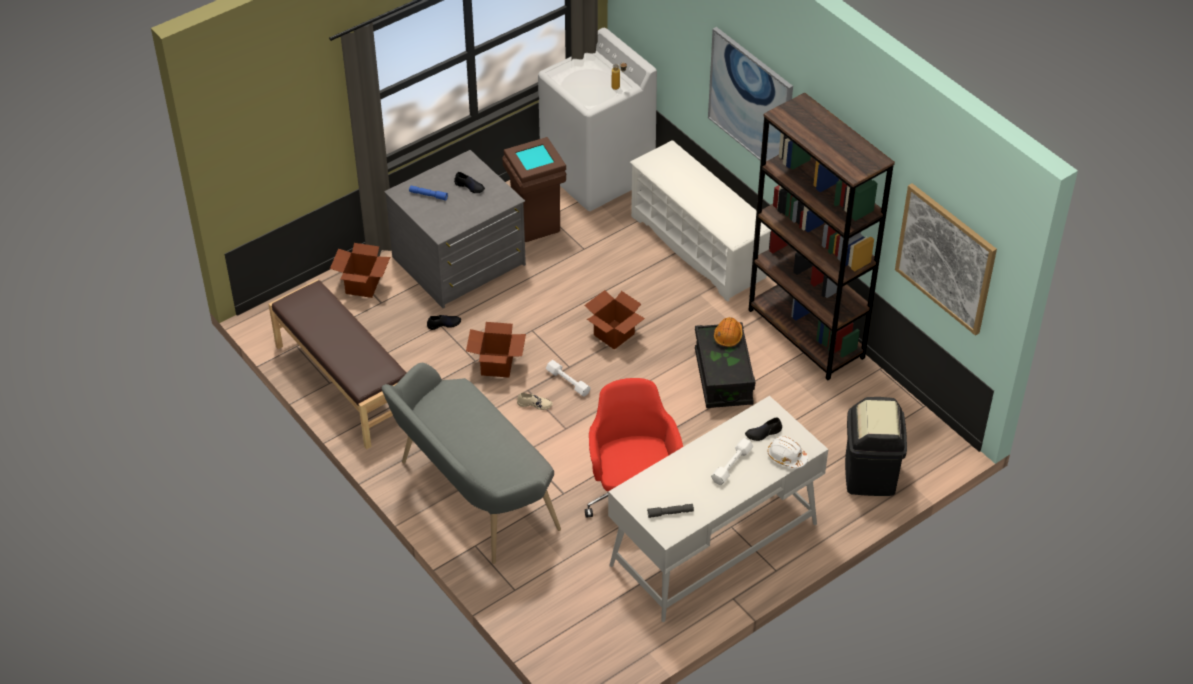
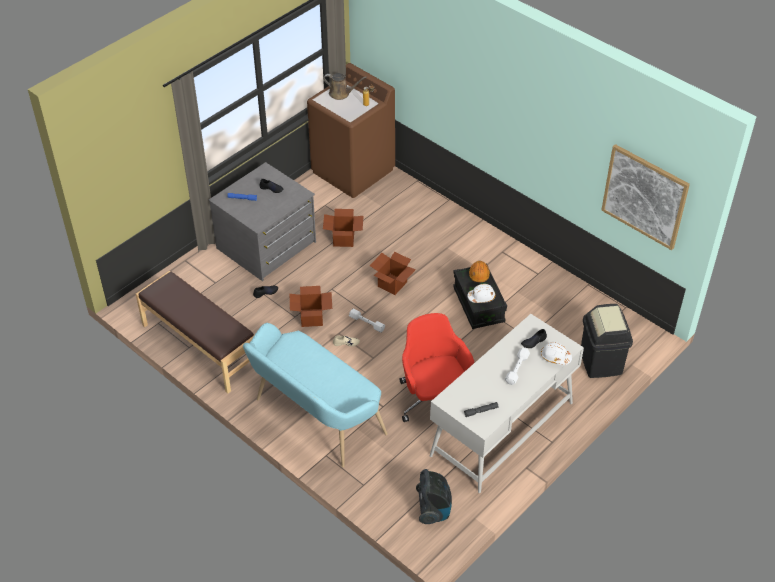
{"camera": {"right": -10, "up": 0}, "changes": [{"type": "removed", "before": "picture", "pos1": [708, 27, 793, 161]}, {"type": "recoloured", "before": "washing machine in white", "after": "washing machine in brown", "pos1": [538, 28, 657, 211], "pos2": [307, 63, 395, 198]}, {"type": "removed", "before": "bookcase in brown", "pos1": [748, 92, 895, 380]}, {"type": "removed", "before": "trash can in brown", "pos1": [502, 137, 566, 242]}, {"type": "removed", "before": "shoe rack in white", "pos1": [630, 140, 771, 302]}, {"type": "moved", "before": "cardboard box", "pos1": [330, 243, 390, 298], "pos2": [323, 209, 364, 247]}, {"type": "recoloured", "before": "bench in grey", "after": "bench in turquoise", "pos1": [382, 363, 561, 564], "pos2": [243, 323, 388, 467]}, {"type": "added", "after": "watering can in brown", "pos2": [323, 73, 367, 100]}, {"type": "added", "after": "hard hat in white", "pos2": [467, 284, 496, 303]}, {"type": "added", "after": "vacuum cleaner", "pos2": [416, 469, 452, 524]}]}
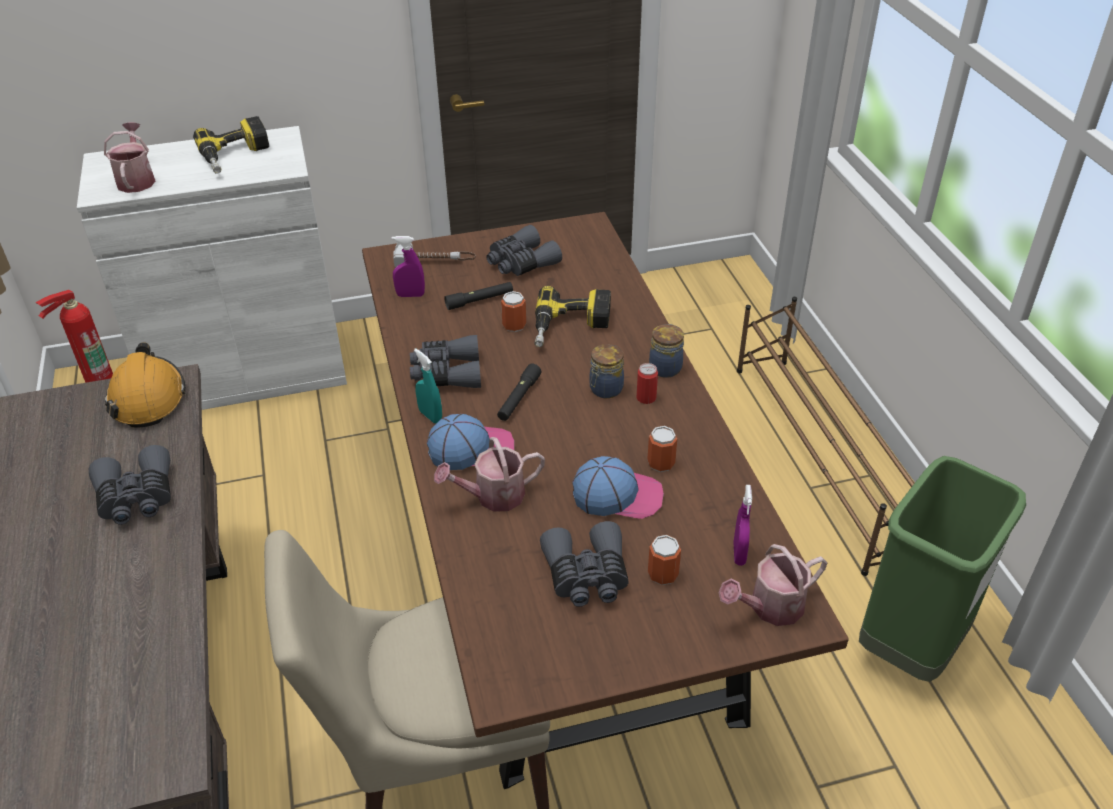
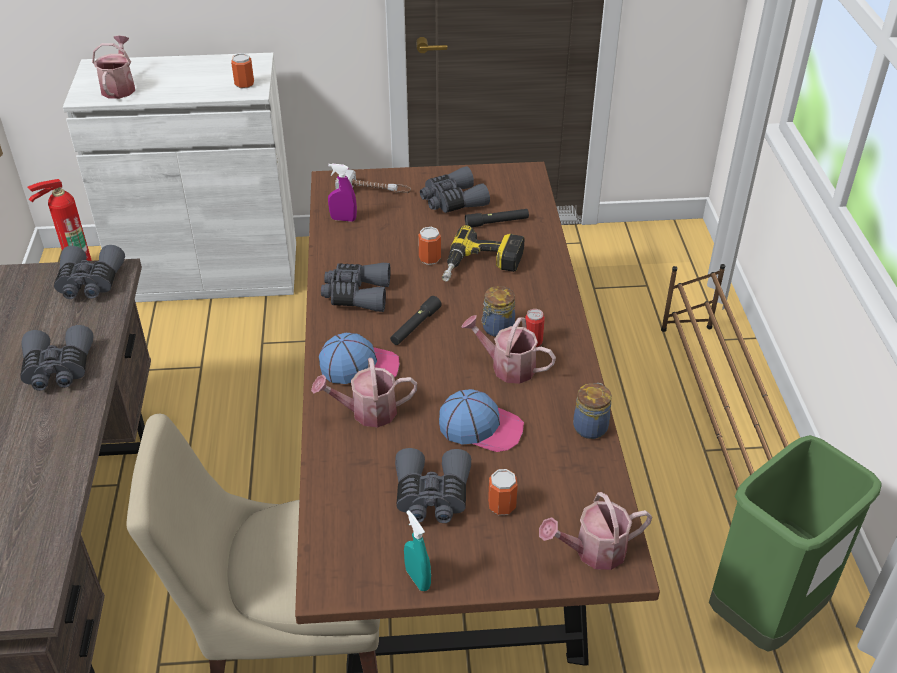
{"camera": {"right": 10, "up": 0}, "changes": [{"type": "removed", "before": "power drill", "pos1": [193, 116, 269, 174]}, {"type": "moved", "before": "flashlight in black", "pos1": [444, 282, 513, 310], "pos2": [465, 209, 529, 227]}, {"type": "moved", "before": "jar", "pos1": [649, 324, 684, 378], "pos2": [573, 383, 612, 439]}, {"type": "replaced", "before": "hard hat in orange", "after": "binoculars in grey", "pos1": [105, 342, 186, 428], "pos2": [54, 245, 125, 299]}, {"type": "moved", "before": "spray bottle in turquoise", "pos1": [414, 348, 442, 423], "pos2": [404, 510, 431, 591]}, {"type": "moved", "before": "can", "pos1": [647, 426, 677, 472], "pos2": [231, 53, 254, 89]}, {"type": "removed", "before": "spray bottle in purple", "pos1": [733, 485, 752, 566]}, {"type": "added", "after": "watering can", "pos2": [461, 315, 556, 384]}]}
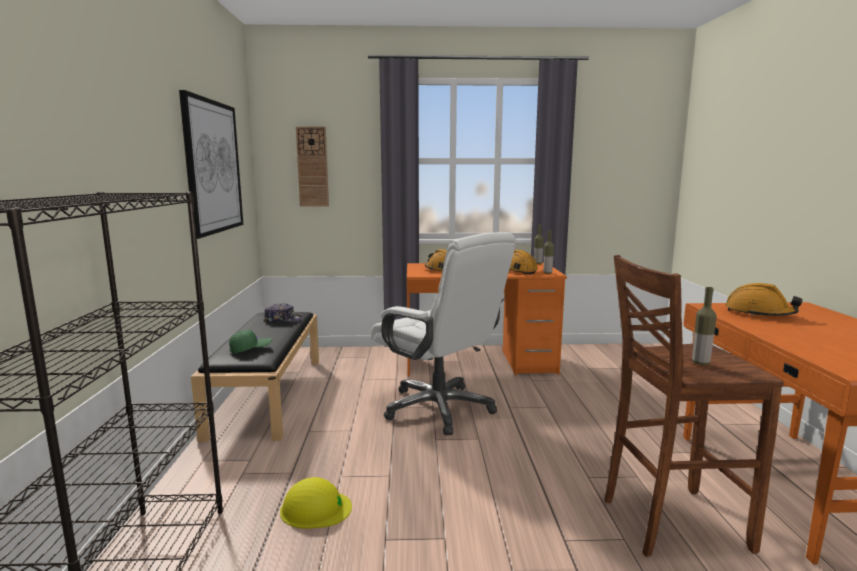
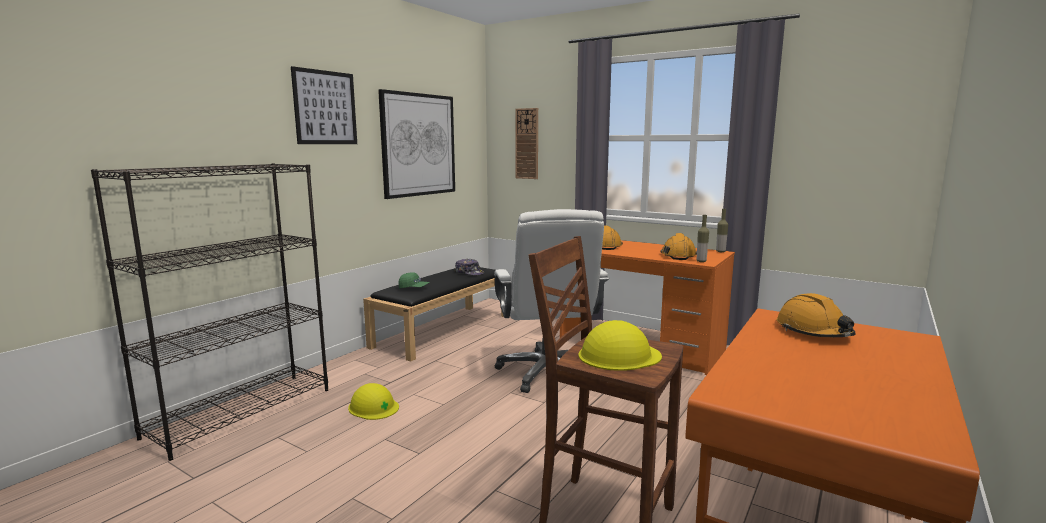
{"camera": {"right": 35, "up": 0}, "changes": [{"type": "replaced", "before": "bottle", "after": "hard hat in yellow", "pos1": [692, 287, 717, 365], "pos2": [578, 320, 662, 371]}, {"type": "added", "after": "picture", "pos2": [291, 66, 357, 144]}]}
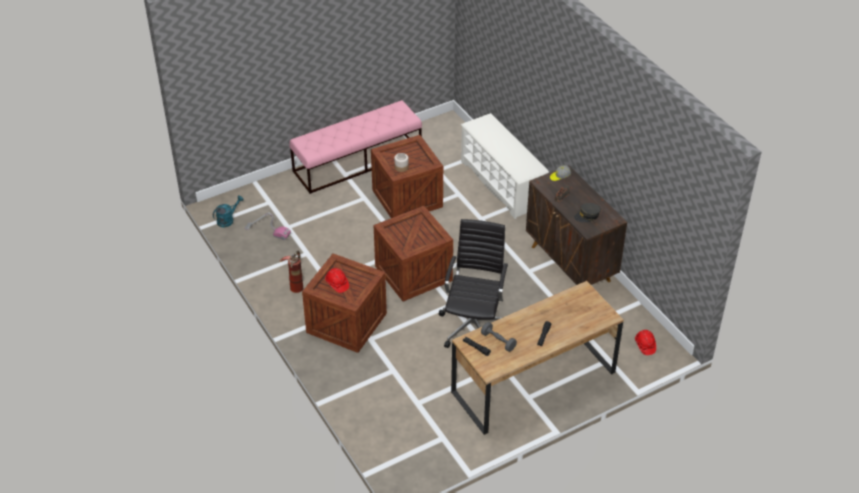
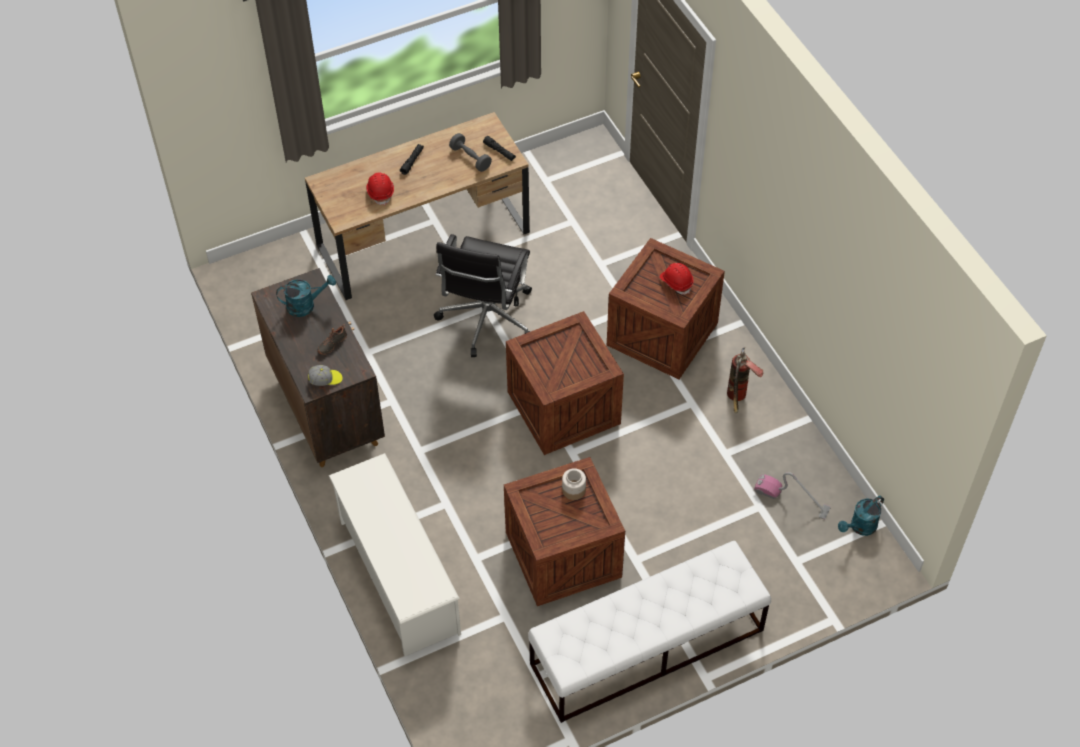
{"camera": {"right": -175, "up": 10}, "changes": [{"type": "recoloured", "before": "bench in pink", "after": "bench in white", "pos1": [289, 100, 422, 194], "pos2": [528, 541, 771, 723]}, {"type": "replaced", "before": "cap in grey", "after": "watering can in turquoise", "pos1": [574, 203, 601, 222], "pos2": [276, 275, 336, 317]}, {"type": "moved", "before": "hard hat in red", "pos1": [635, 330, 656, 355], "pos2": [366, 172, 394, 205]}]}
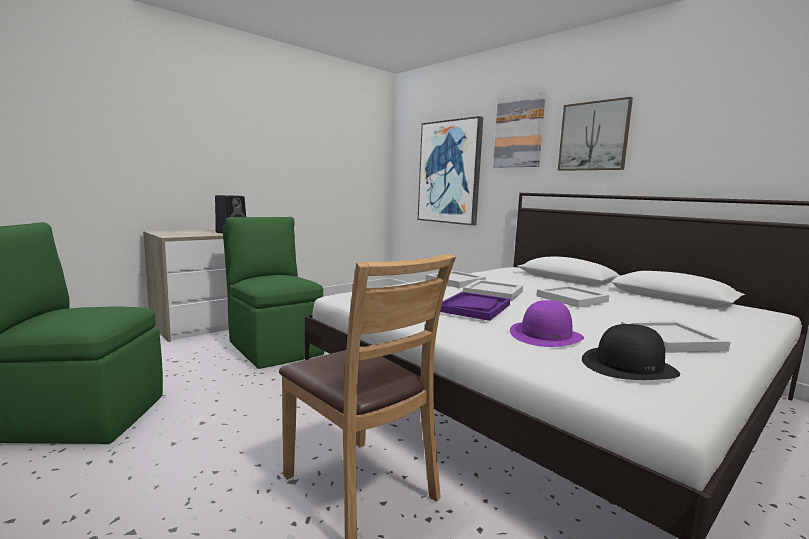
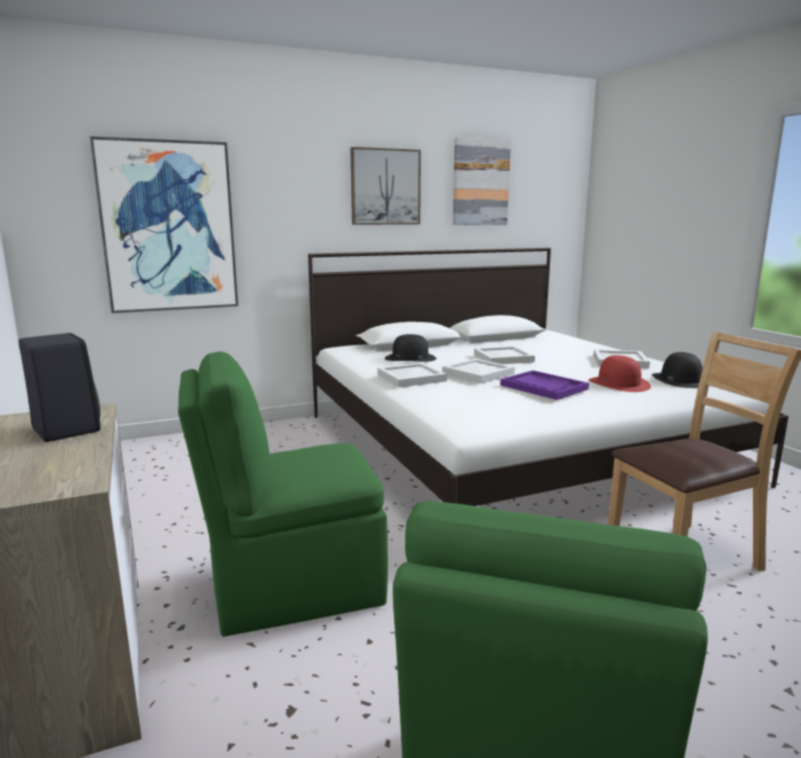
{"camera": {"right": -70, "up": 5}, "changes": [{"type": "moved", "before": "picture", "pos1": [493, 91, 546, 168], "pos2": [453, 138, 511, 225]}, {"type": "recoloured", "before": "hat in purple", "after": "hat in red", "pos1": [510, 300, 584, 347], "pos2": [589, 355, 651, 392]}, {"type": "added", "after": "hat in black", "pos2": [385, 334, 436, 362]}]}
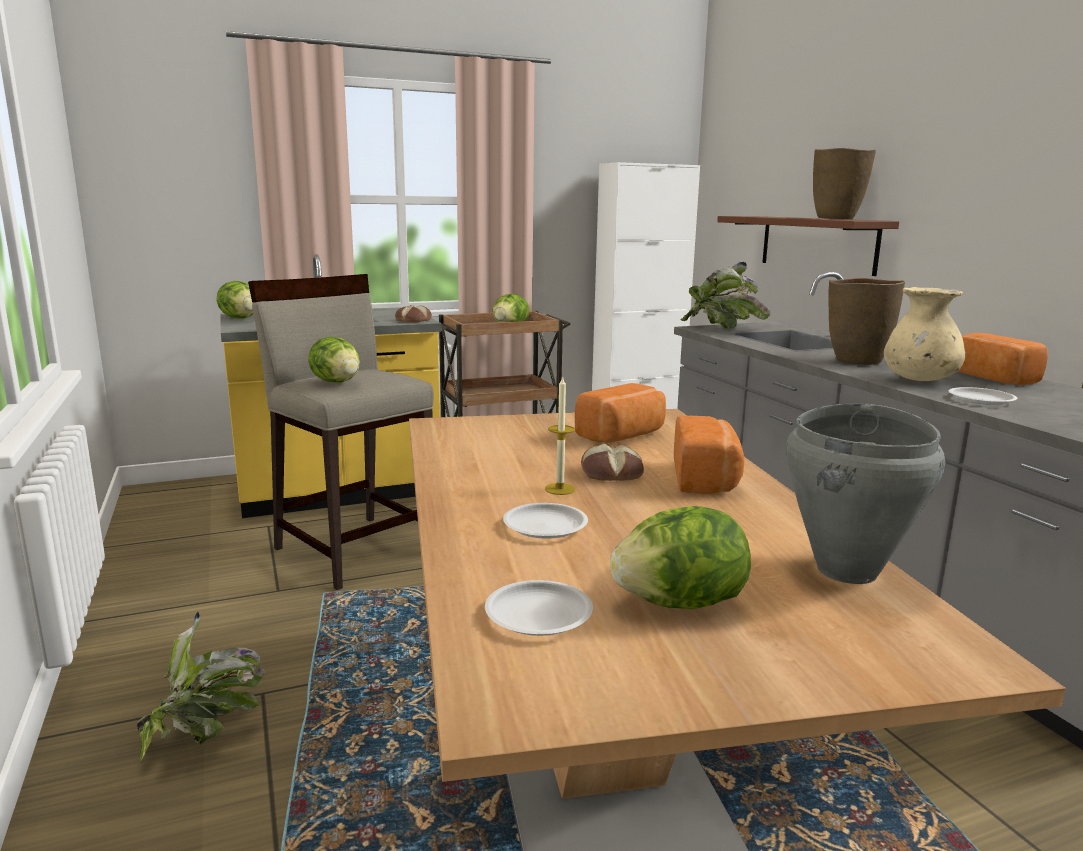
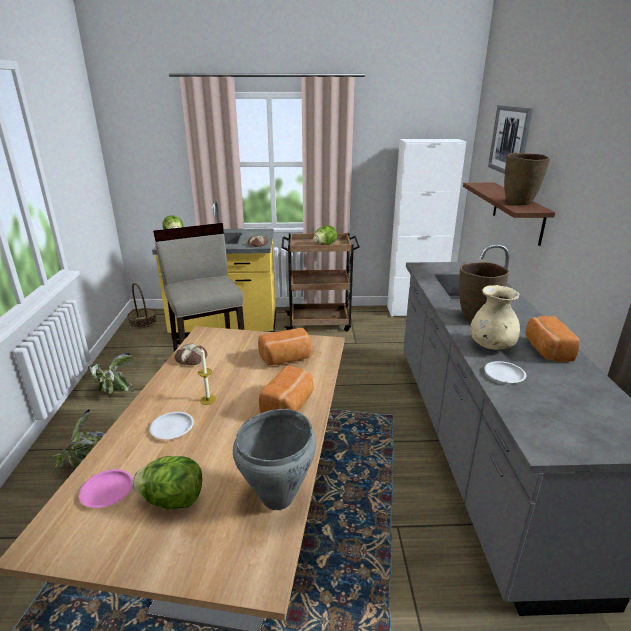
{"camera": {"right": 20, "up": 10}, "changes": [{"type": "moved", "before": "potted plant", "pos1": [681, 262, 771, 329], "pos2": [88, 353, 134, 394]}, {"type": "removed", "before": "lettuce", "pos1": [308, 337, 360, 383]}, {"type": "moved", "before": "bread", "pos1": [581, 444, 644, 481], "pos2": [175, 344, 208, 365]}, {"type": "recoloured", "before": "plate in white", "after": "plate in pink", "pos1": [485, 580, 593, 636], "pos2": [79, 469, 133, 508]}, {"type": "added", "after": "picture", "pos2": [488, 105, 533, 174]}, {"type": "added", "after": "basket", "pos2": [127, 283, 157, 328]}]}
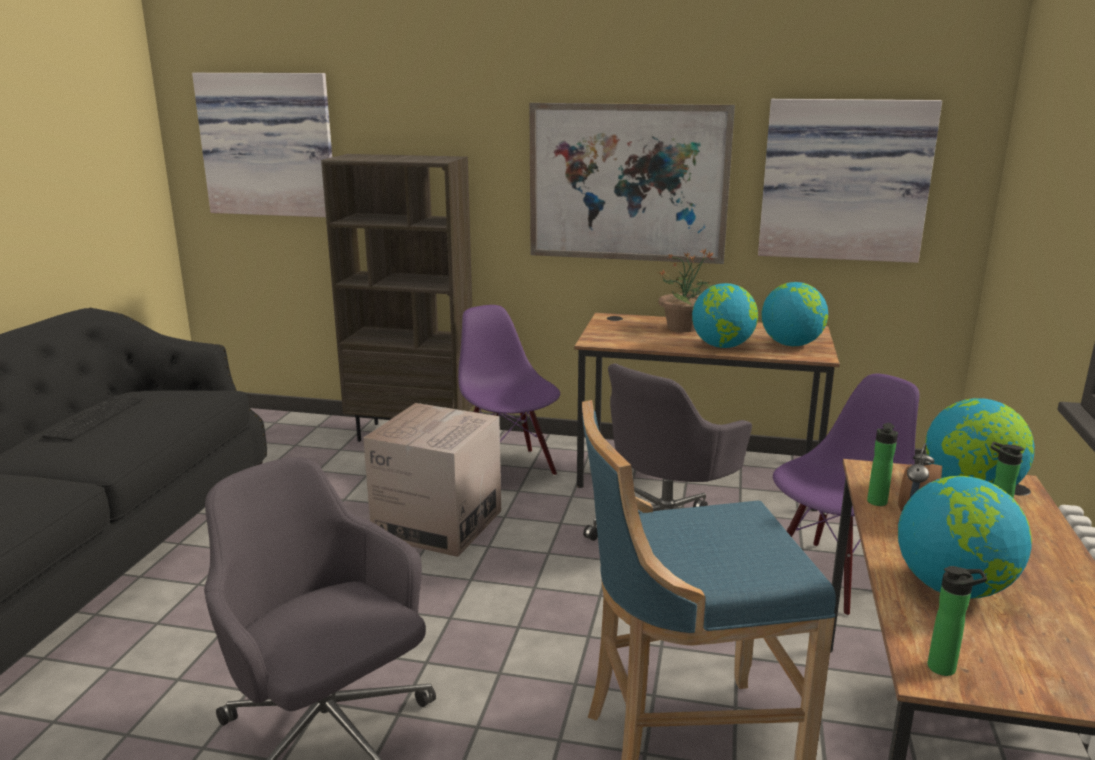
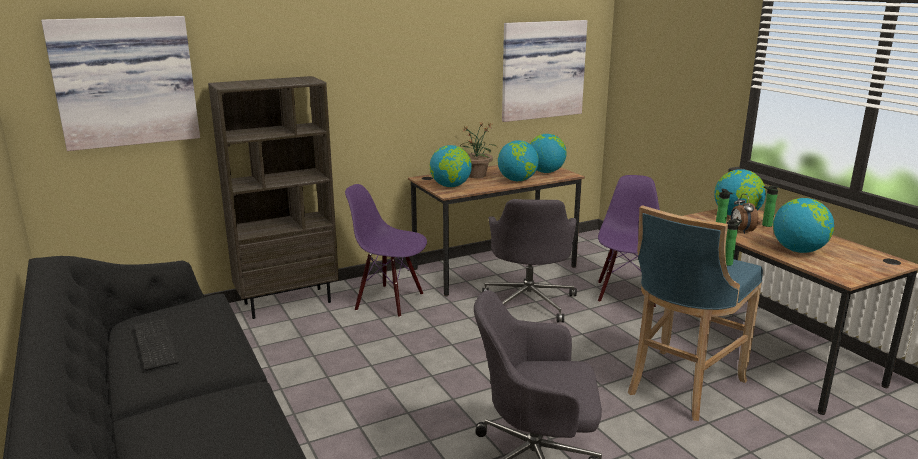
{"camera": {"right": -40, "up": 0}, "changes": [{"type": "removed", "before": "picture", "pos1": [529, 103, 735, 264]}, {"type": "removed", "before": "cardboard box", "pos1": [363, 403, 501, 557]}, {"type": "moved", "before": "bottle", "pos1": [928, 566, 987, 676], "pos2": [725, 218, 742, 266]}, {"type": "added", "after": "globe", "pos2": [430, 145, 472, 187]}]}
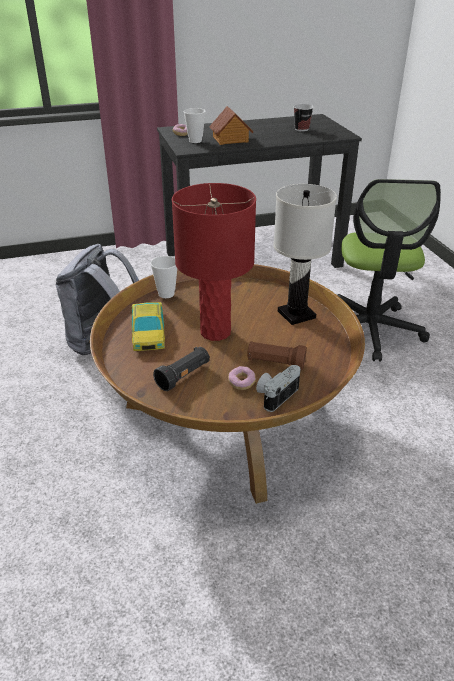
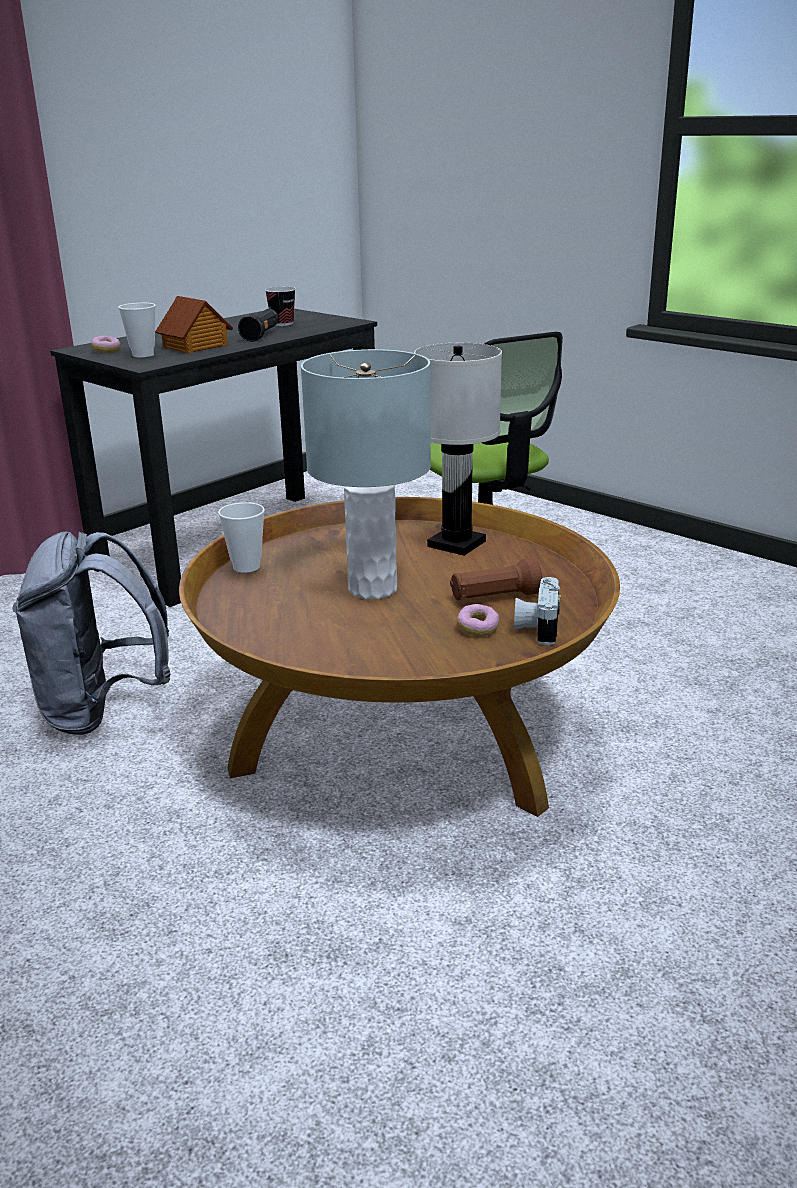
{"camera": {"right": -30, "up": -10}, "changes": [{"type": "recoloured", "before": "table lamp in red", "after": "table lamp in grey", "pos1": [172, 183, 256, 341], "pos2": [301, 349, 431, 599]}, {"type": "removed", "before": "toy car", "pos1": [132, 302, 165, 351]}, {"type": "moved", "before": "flashlight in black", "pos1": [153, 347, 210, 391], "pos2": [238, 309, 279, 342]}]}
